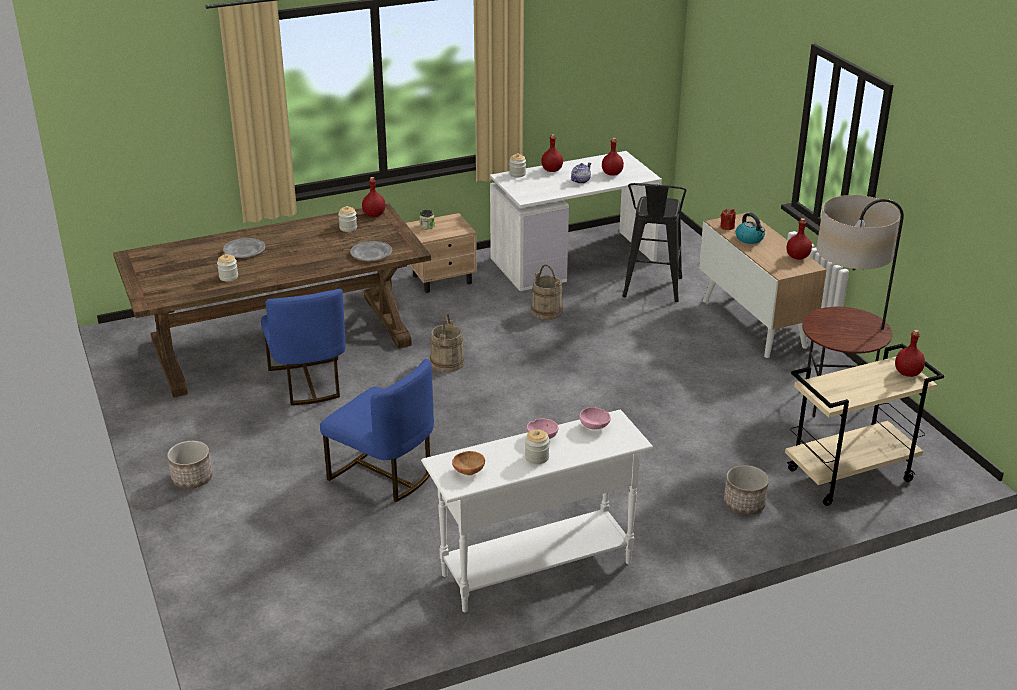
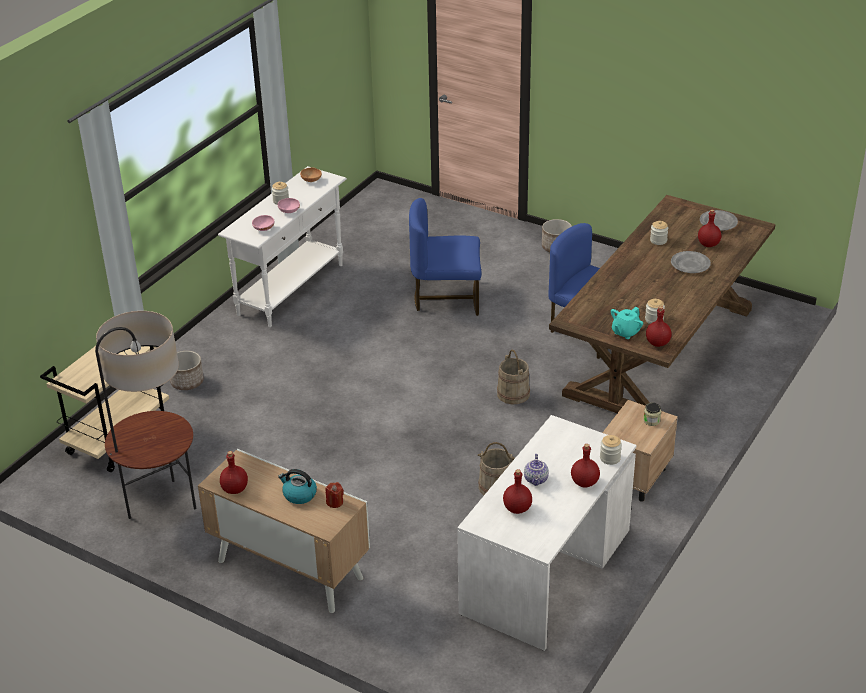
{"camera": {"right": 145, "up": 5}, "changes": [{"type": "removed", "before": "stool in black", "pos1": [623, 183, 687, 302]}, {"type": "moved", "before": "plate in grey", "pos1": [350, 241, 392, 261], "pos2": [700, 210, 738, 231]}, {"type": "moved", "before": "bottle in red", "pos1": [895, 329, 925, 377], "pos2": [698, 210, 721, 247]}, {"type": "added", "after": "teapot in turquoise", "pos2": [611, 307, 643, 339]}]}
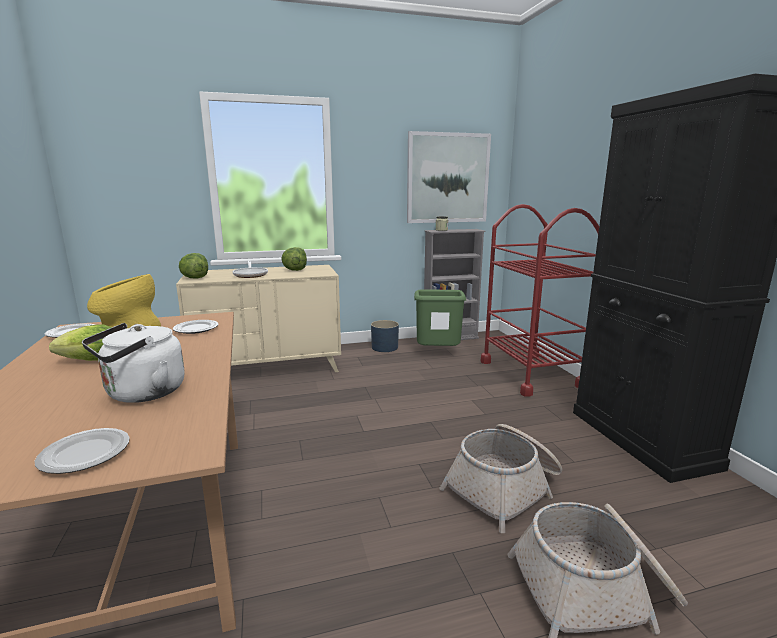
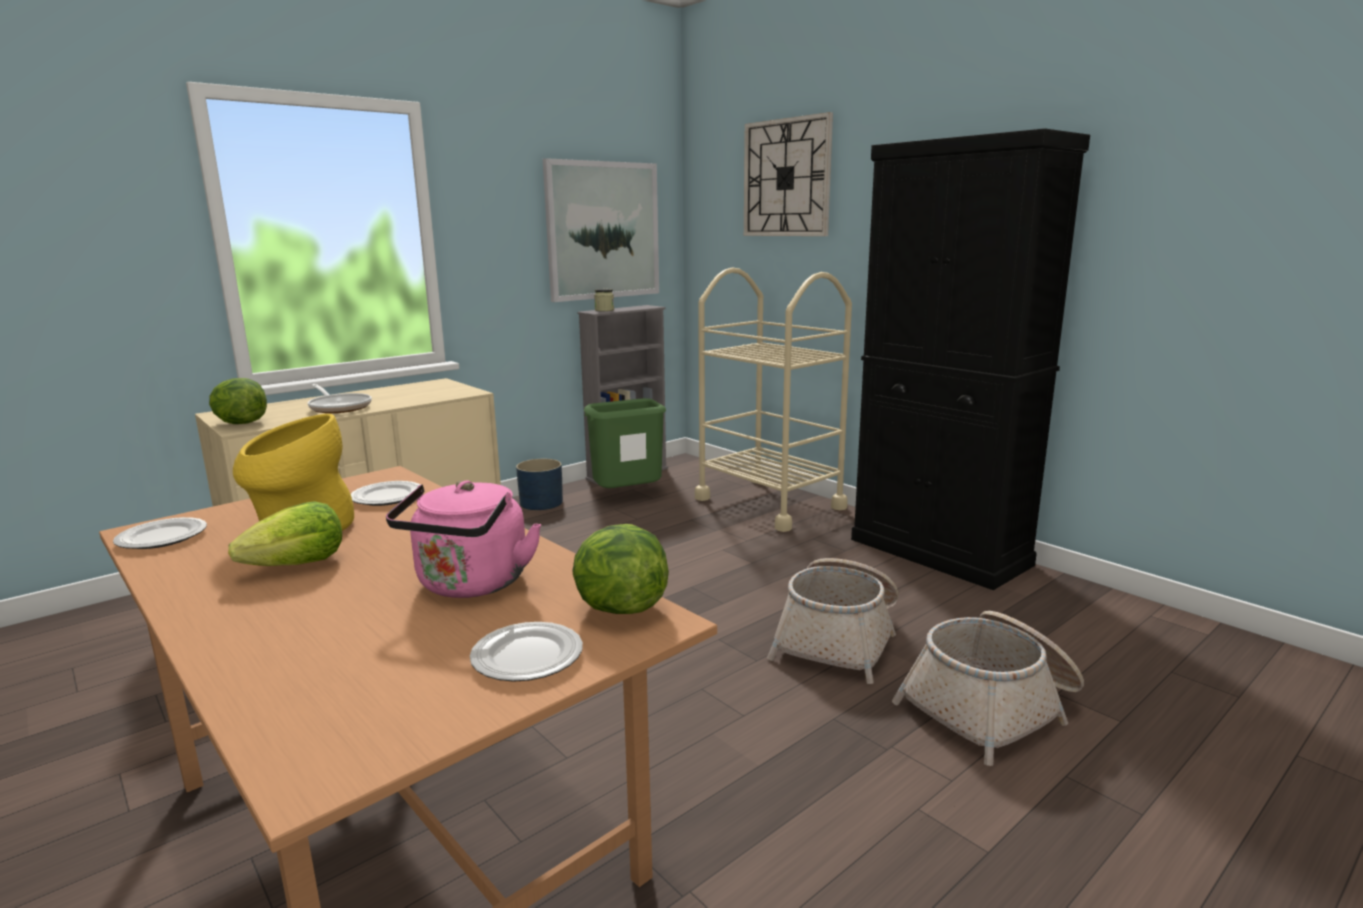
{"camera": {"right": -25, "up": 0}, "changes": [{"type": "recoloured", "before": "cart in red", "after": "cart in beige", "pos1": [481, 204, 599, 397], "pos2": [695, 268, 852, 532]}, {"type": "moved", "before": "lettuce", "pos1": [281, 247, 307, 271], "pos2": [573, 524, 669, 614]}, {"type": "recoloured", "before": "kettle in white", "after": "kettle in pink", "pos1": [82, 323, 185, 403], "pos2": [386, 480, 542, 598]}, {"type": "added", "after": "wall clock", "pos2": [744, 112, 833, 236]}]}
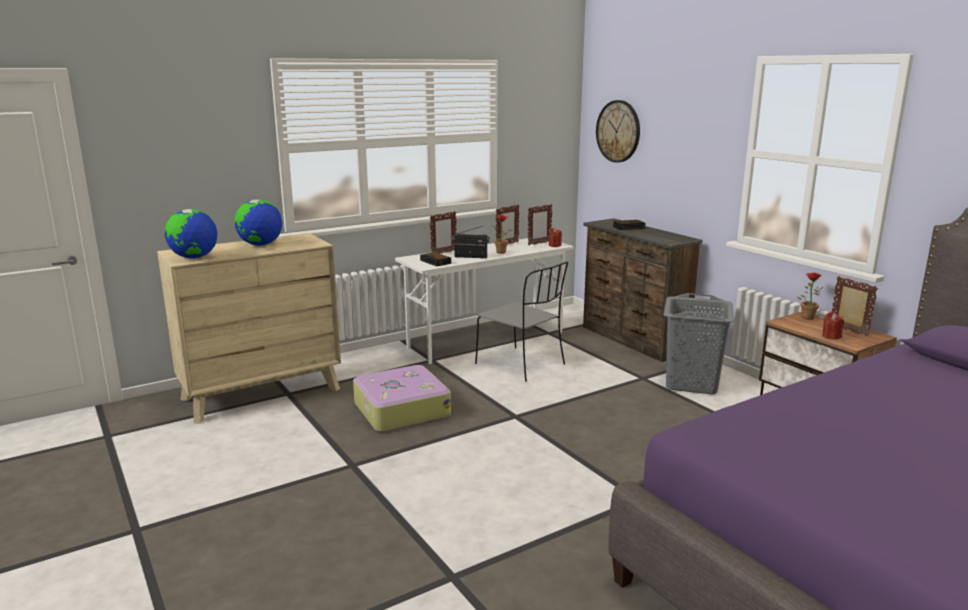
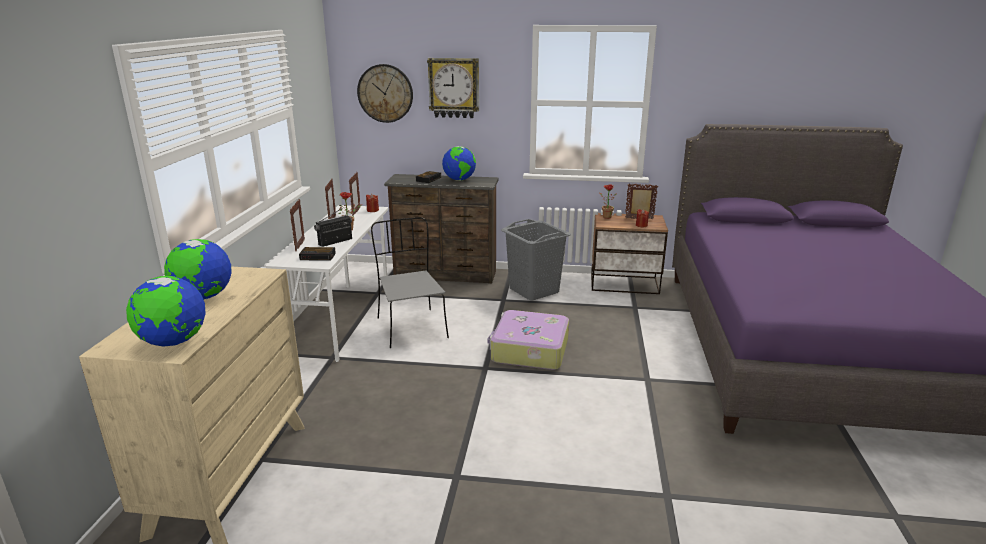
{"camera": {"right": -50, "up": 5}, "changes": [{"type": "turned", "before": "chair in grey", "pos1": [475, 261, 568, 382], "pos2": [371, 217, 449, 348], "turn": -105}, {"type": "moved", "before": "suitcase", "pos1": [353, 365, 451, 432], "pos2": [488, 310, 569, 370]}, {"type": "added", "after": "wall clock", "pos2": [427, 58, 479, 118]}, {"type": "added", "after": "globe", "pos2": [442, 146, 476, 181]}]}
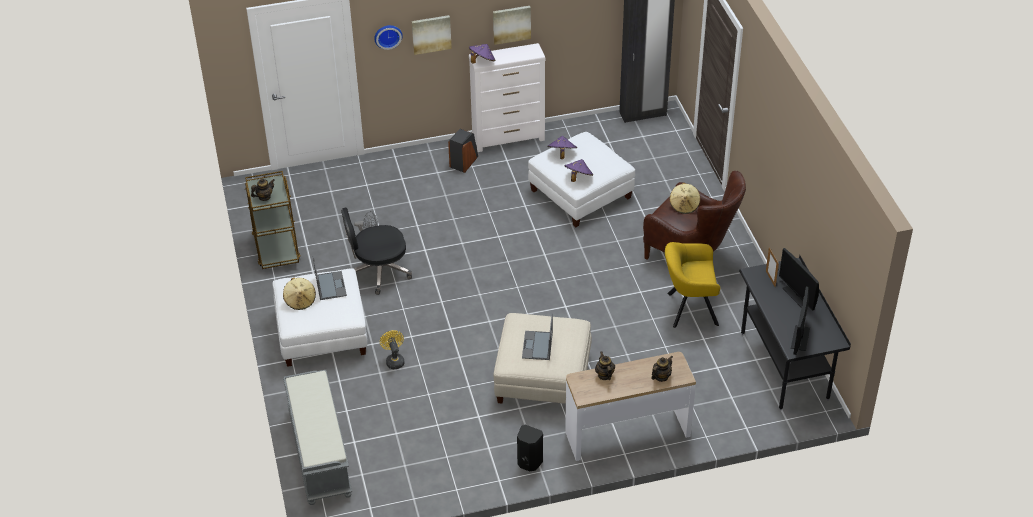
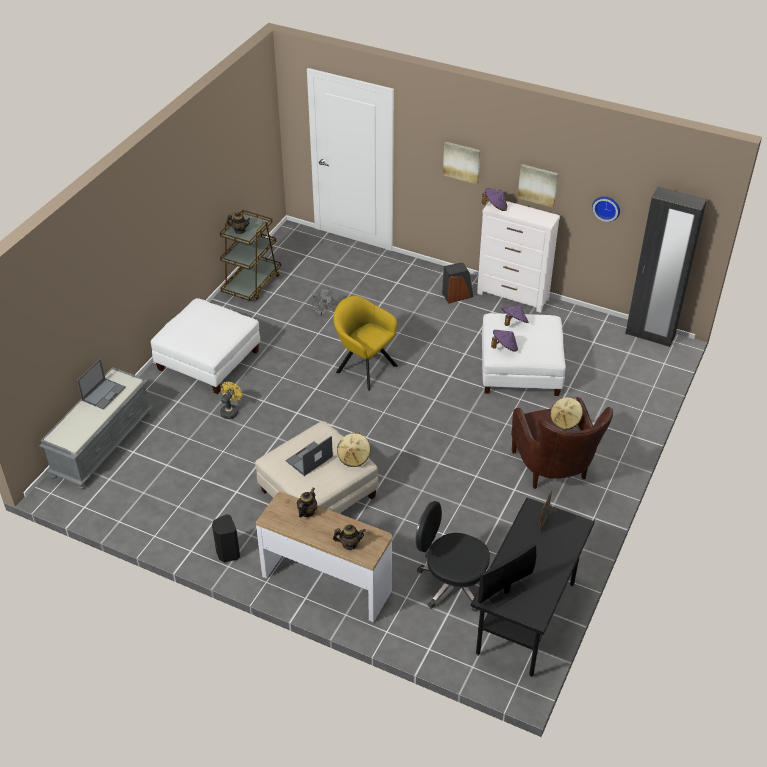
{"camera": {"right": 40, "up": 0}, "changes": [{"type": "moved", "before": "wall clock", "pos1": [374, 25, 403, 50], "pos2": [592, 196, 620, 222]}, {"type": "moved", "before": "office chair in black", "pos1": [341, 207, 412, 295], "pos2": [416, 501, 490, 612]}, {"type": "moved", "before": "armchair in yellow", "pos1": [665, 242, 720, 328], "pos2": [333, 296, 398, 391]}, {"type": "removed", "before": "monitor", "pos1": [779, 248, 819, 311]}, {"type": "moved", "before": "laptop", "pos1": [313, 256, 347, 300], "pos2": [77, 359, 126, 410]}, {"type": "moved", "before": "hat in beige", "pos1": [283, 277, 316, 310], "pos2": [337, 432, 370, 467]}]}
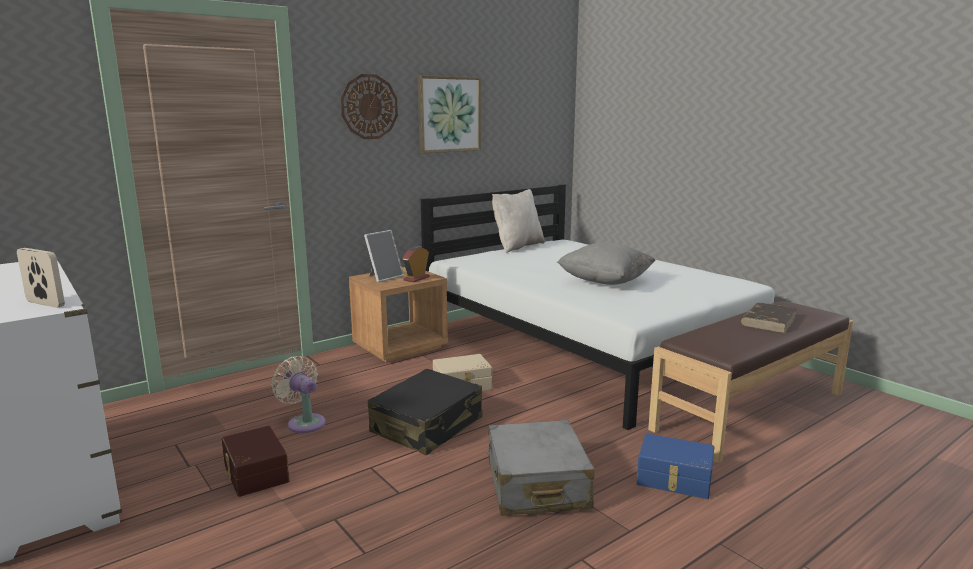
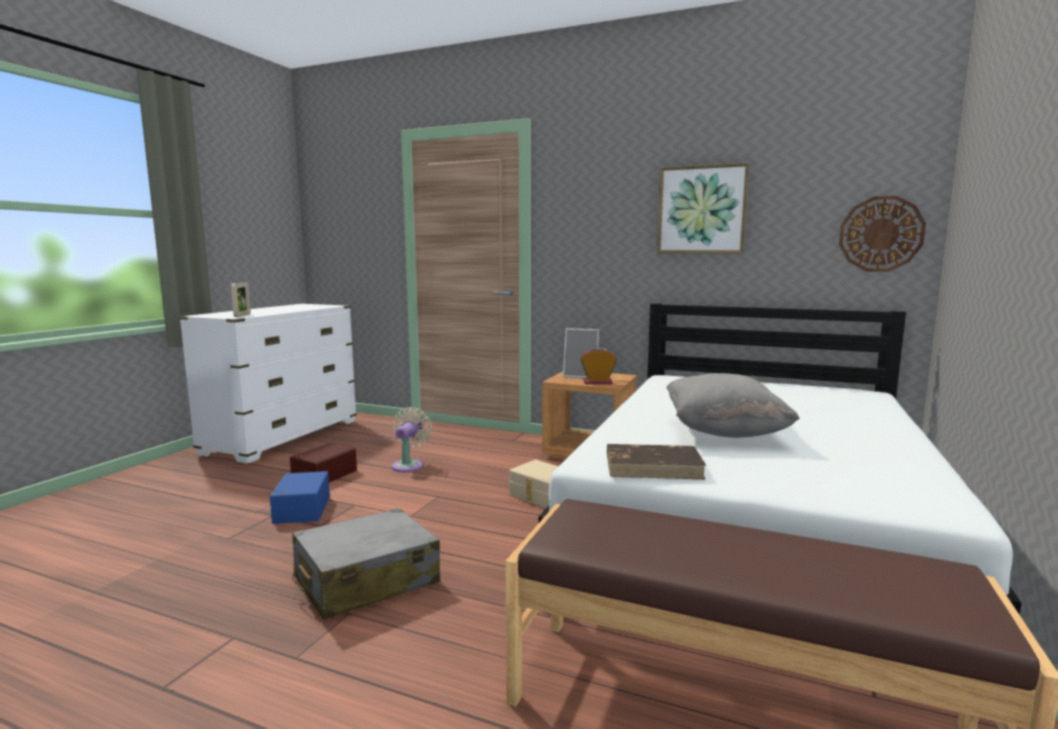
{"camera": {"right": 60, "up": -5}, "changes": [{"type": "moved", "before": "wall clock", "pos1": [340, 74, 398, 139], "pos2": [839, 196, 926, 272]}, {"type": "removed", "before": "pillow in beige", "pos1": [492, 189, 545, 253]}, {"type": "moved", "before": "book in brown", "pos1": [740, 302, 798, 333], "pos2": [607, 444, 706, 479]}, {"type": "removed", "before": "suitcase in black", "pos1": [368, 369, 483, 455]}, {"type": "moved", "before": "storage box in blue", "pos1": [637, 434, 714, 499], "pos2": [270, 471, 330, 524]}]}
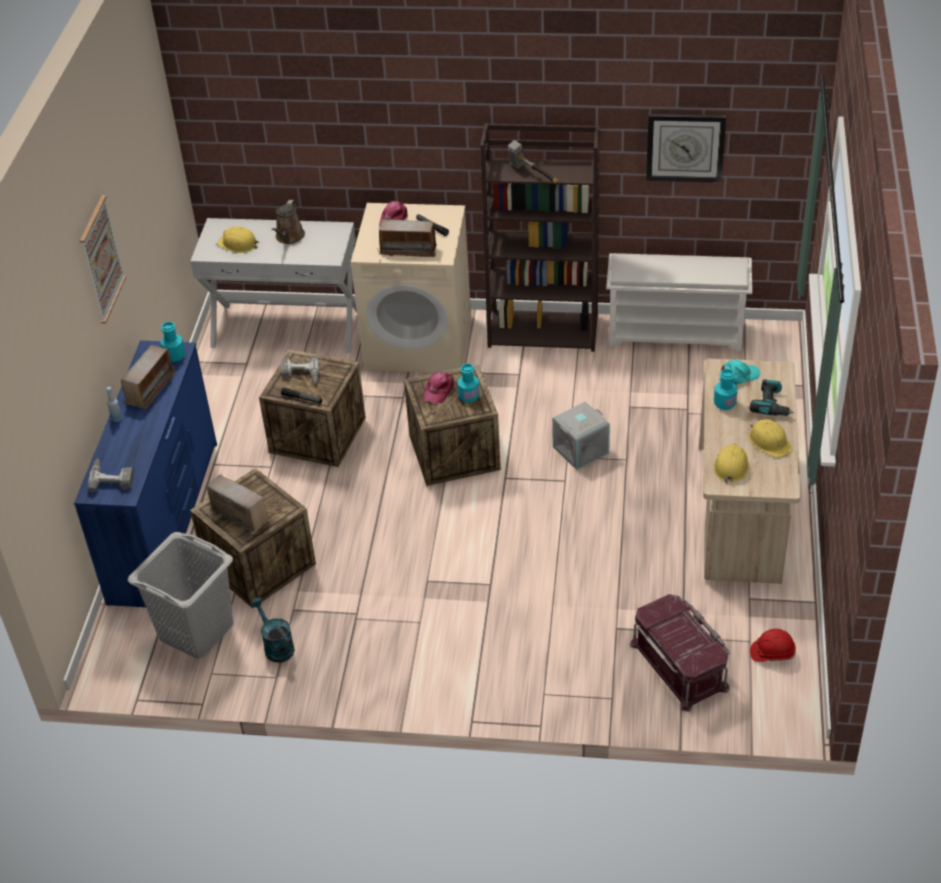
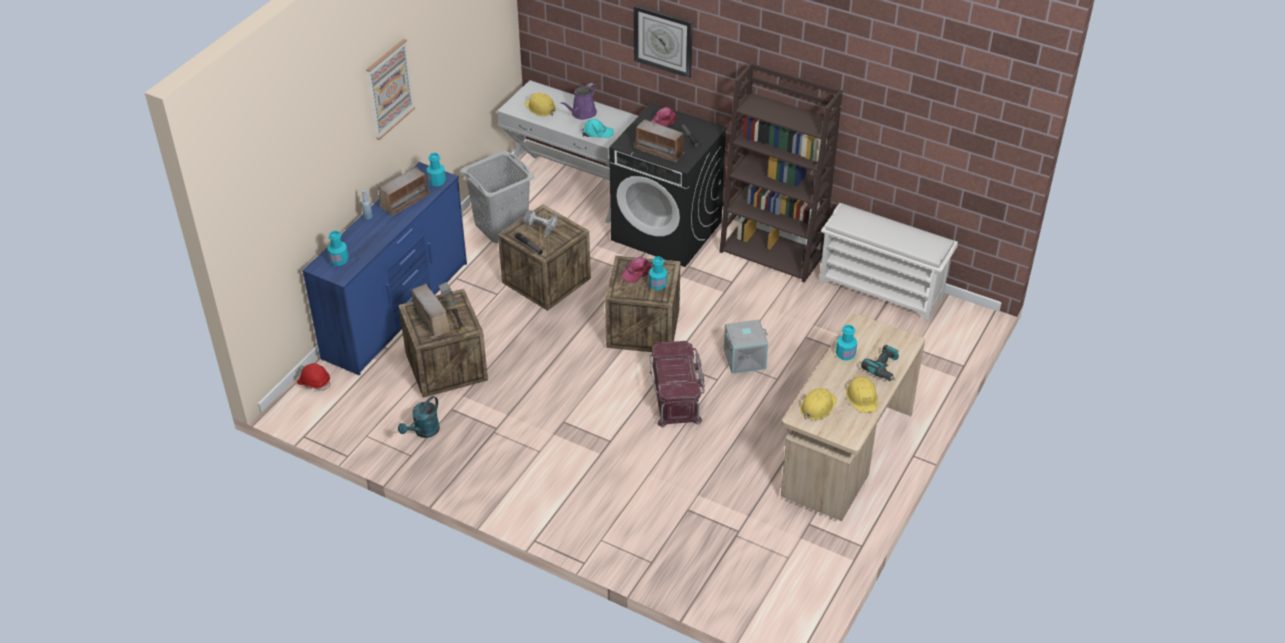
{"camera": {"right": 20, "up": 0}, "changes": [{"type": "moved", "before": "wall clock", "pos1": [646, 114, 726, 183], "pos2": [634, 5, 693, 78]}, {"type": "moved", "before": "hammer", "pos1": [508, 140, 558, 183], "pos2": [438, 282, 465, 332]}, {"type": "recoloured", "before": "watering can in brown", "after": "watering can in purple", "pos1": [271, 200, 305, 244], "pos2": [560, 83, 597, 120]}, {"type": "recoloured", "before": "washing machine in beige", "after": "washing machine in black", "pos1": [351, 203, 471, 373], "pos2": [609, 103, 727, 267]}, {"type": "moved", "before": "cap in turquoise", "pos1": [720, 359, 761, 385], "pos2": [581, 119, 614, 138]}, {"type": "replaced", "before": "power drill", "after": "bottle in turquoise", "pos1": [88, 459, 134, 492], "pos2": [327, 231, 349, 266]}, {"type": "moved", "before": "laundry basket in grey", "pos1": [128, 532, 233, 658], "pos2": [460, 151, 534, 243]}, {"type": "moved", "before": "storage box in red", "pos1": [630, 594, 730, 712], "pos2": [649, 341, 705, 427]}, {"type": "turned", "before": "watering can in turquoise", "pos1": [250, 598, 295, 663], "pos2": [398, 396, 440, 438], "turn": -135}, {"type": "moved", "before": "hard hat in red", "pos1": [750, 629, 796, 662], "pos2": [297, 363, 330, 391]}]}
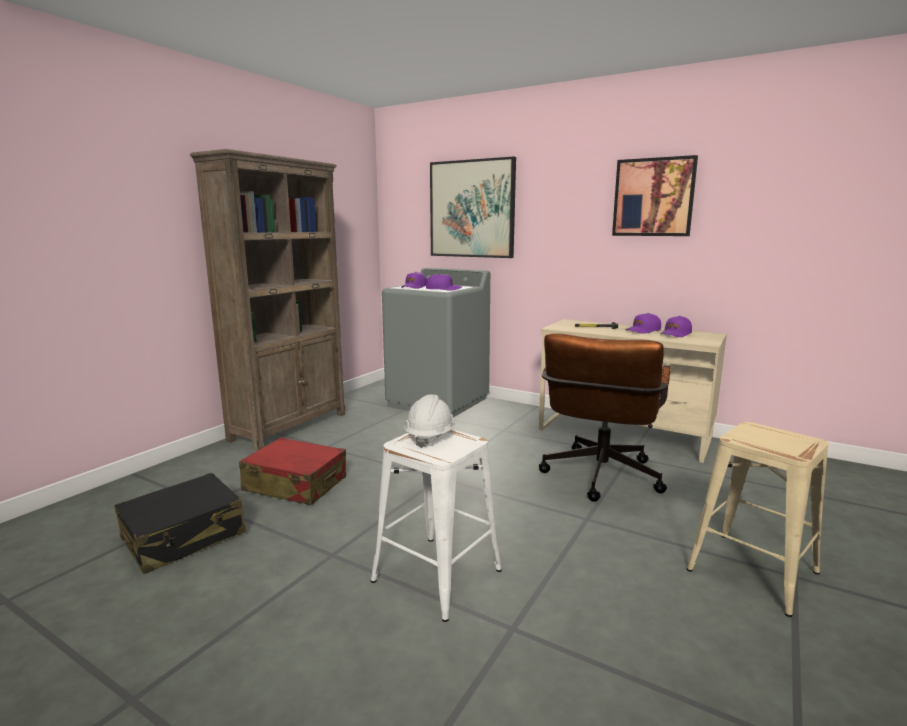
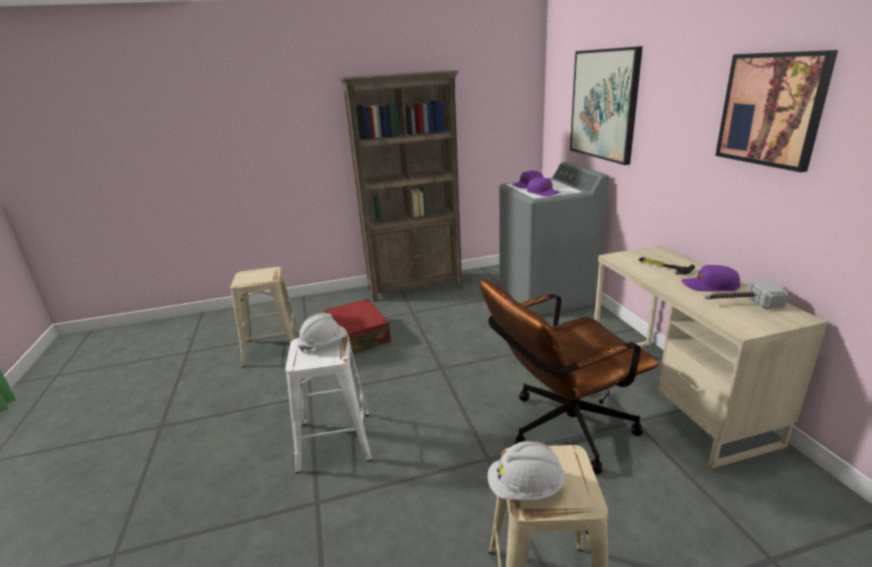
{"camera": {"right": 45, "up": 10}, "changes": [{"type": "replaced", "before": "cap in purple", "after": "hammer", "pos1": [660, 316, 692, 337], "pos2": [704, 279, 788, 309]}, {"type": "replaced", "before": "suitcase in black", "after": "stool in beige", "pos1": [115, 473, 246, 574], "pos2": [230, 267, 300, 368]}, {"type": "added", "after": "hard hat in white", "pos2": [488, 441, 565, 500]}]}
